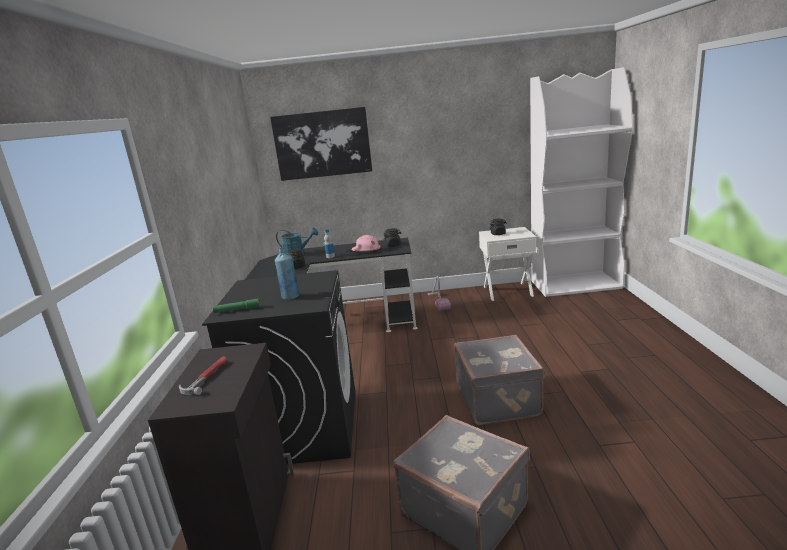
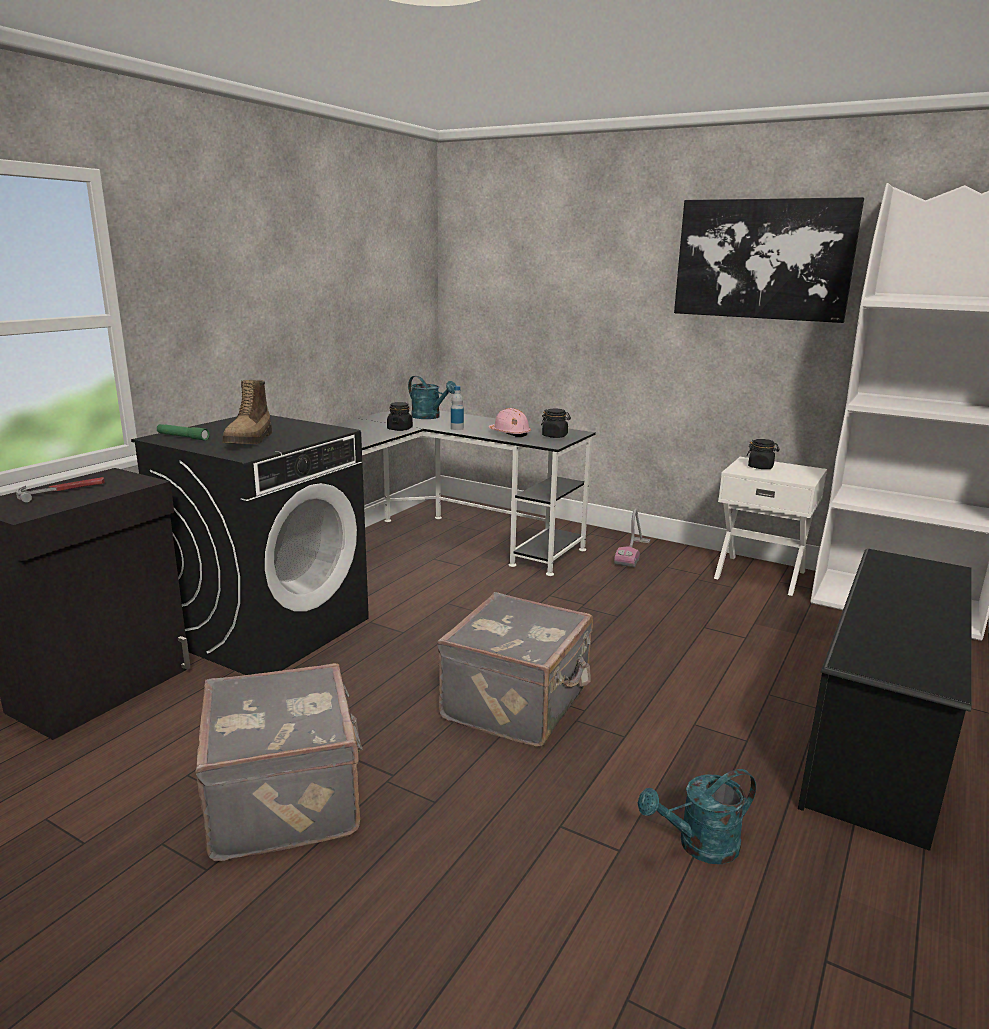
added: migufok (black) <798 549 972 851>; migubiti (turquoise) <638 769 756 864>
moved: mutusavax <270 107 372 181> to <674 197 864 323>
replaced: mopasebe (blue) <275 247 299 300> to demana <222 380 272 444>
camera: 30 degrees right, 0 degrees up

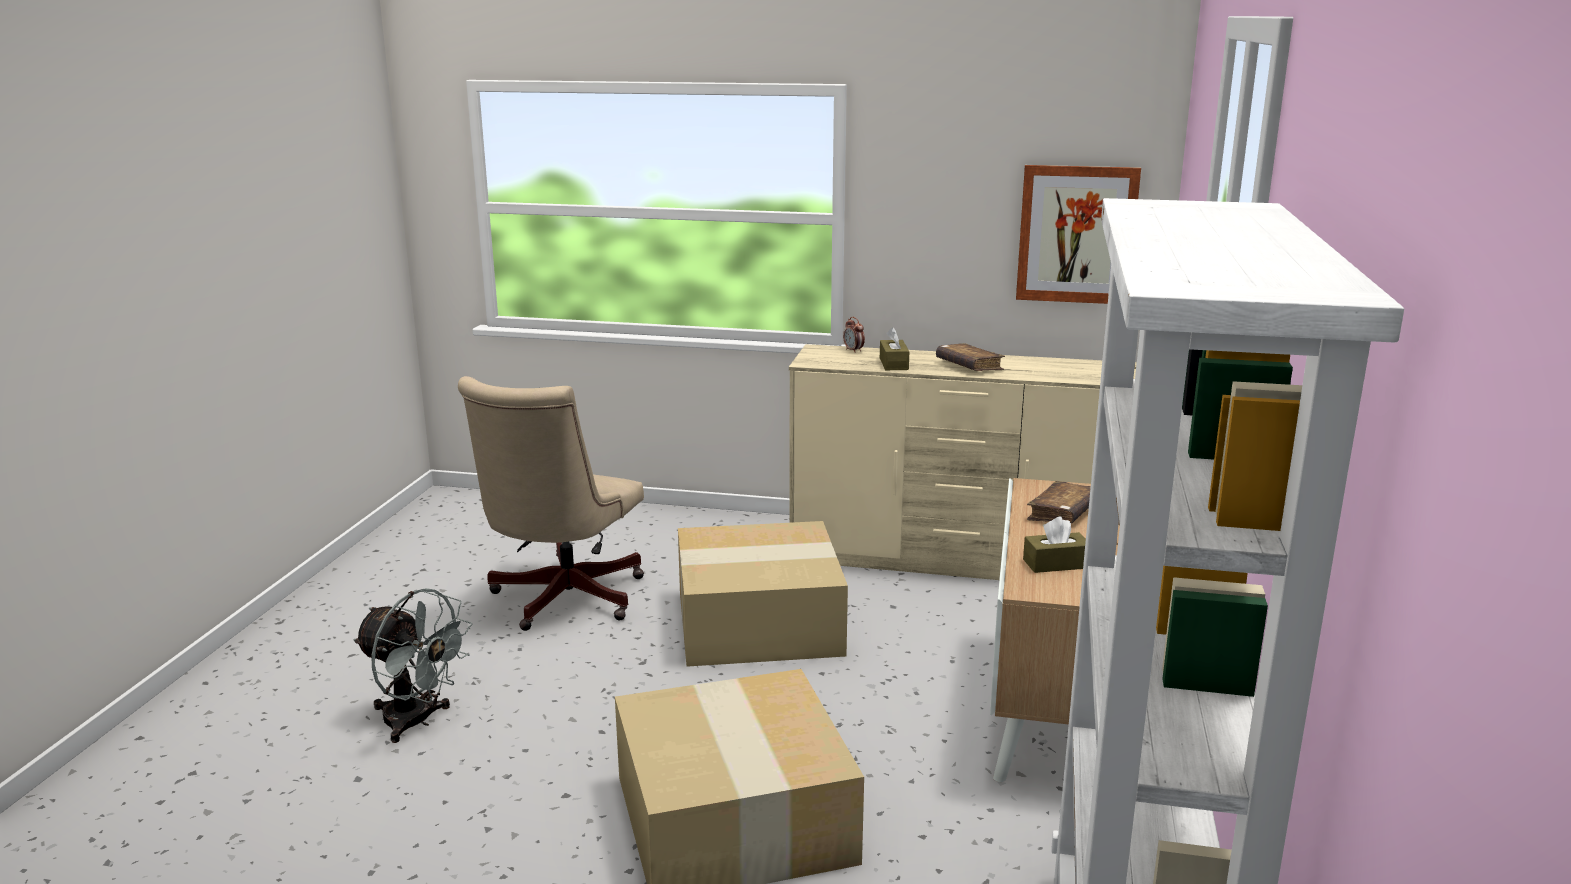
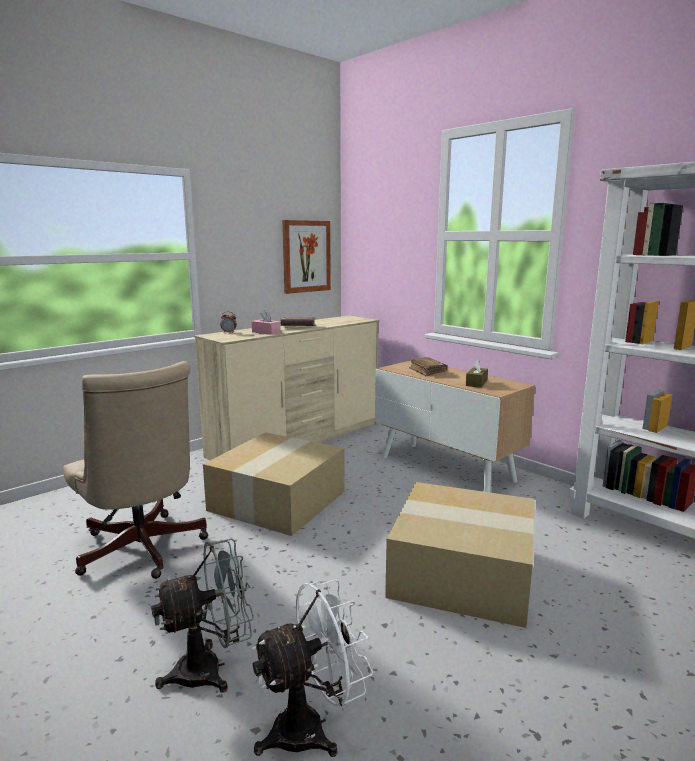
added: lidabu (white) <251 579 373 757>
recoloured: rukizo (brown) <880 327 909 370> to rukizo (pink) <252 310 281 335>
camera: 55 degrees left, 5 degrees down

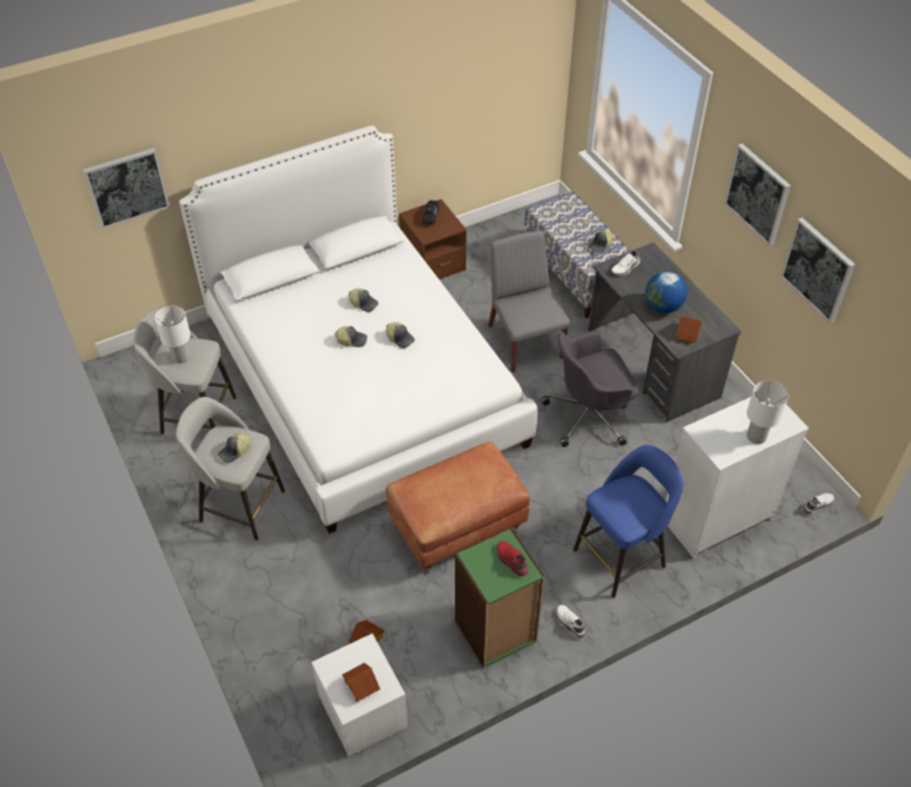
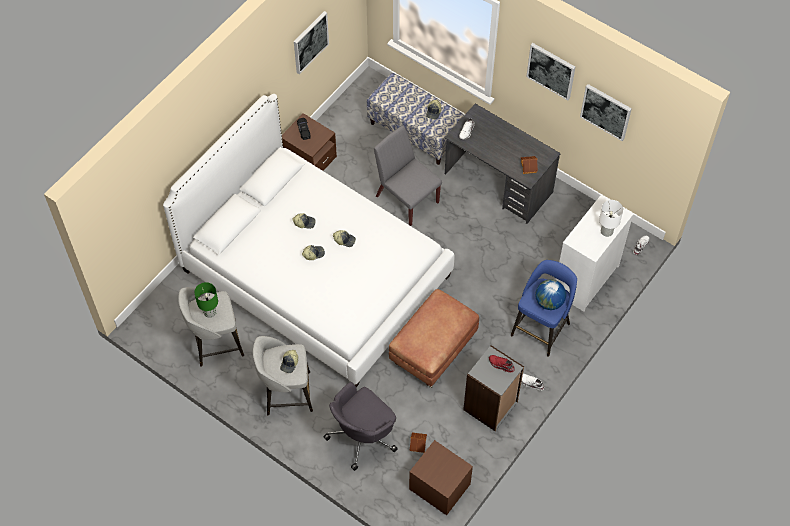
removed: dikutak <342 663 380 702>
moved: mutusavax <83 148 170 229> to <294 11 329 74>; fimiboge <645 272 687 313> to <535 280 566 310>; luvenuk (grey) <541 331 639 447> to <323 382 398 471>
recoloured: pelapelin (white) <155 306 191 363> to pelapelin (green) <194 282 218 318>; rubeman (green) <455 528 545 668> to rubeman (grey) <463 345 524 431>; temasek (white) <311 633 408 757> to temasek (brown) <409 440 473 515>
camera: 25 degrees left, 10 degrees up

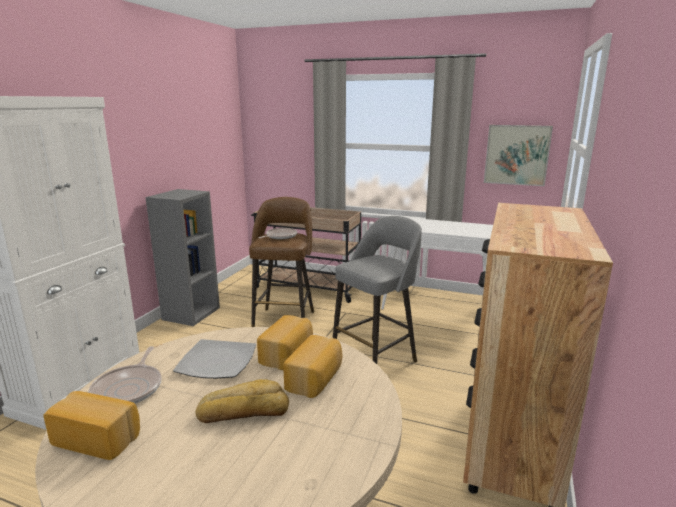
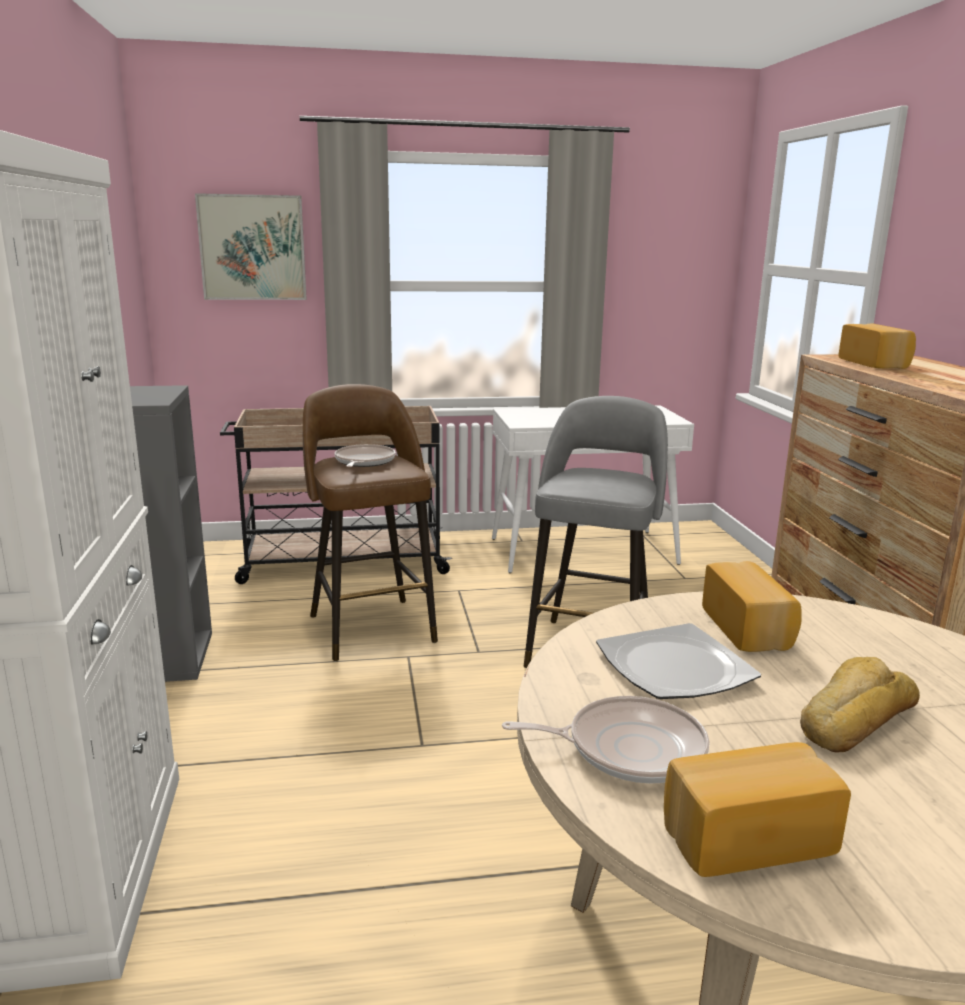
moved: mutusavax <484 125 553 186> to <195 193 307 300>; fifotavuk <283 335 343 398> to <838 323 916 369>
turned: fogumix <89 346 162 404> = <502 696 710 784> 60 degrees counterclockwise
camera: 30 degrees left, 0 degrees up

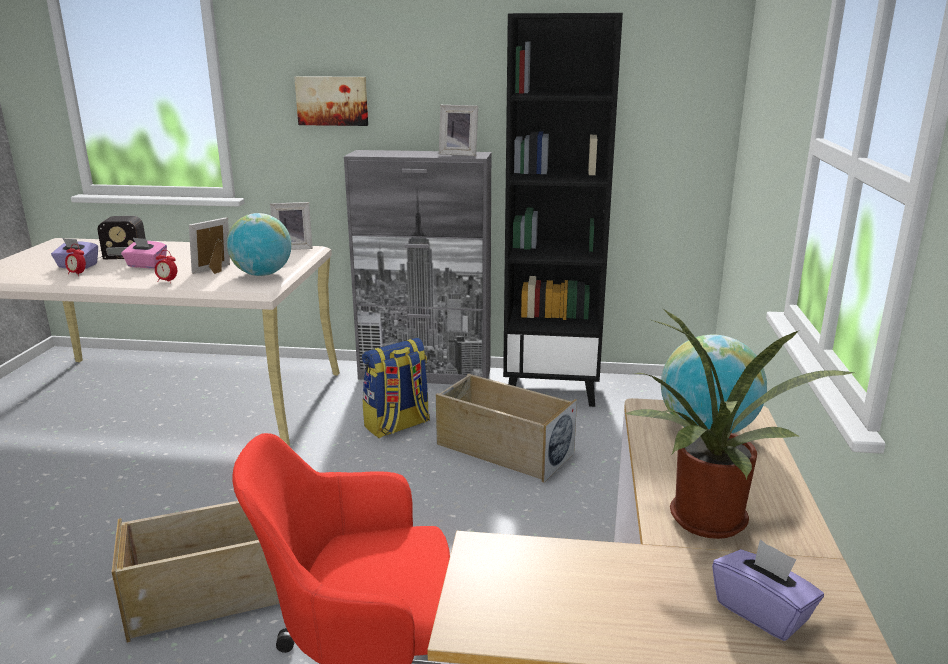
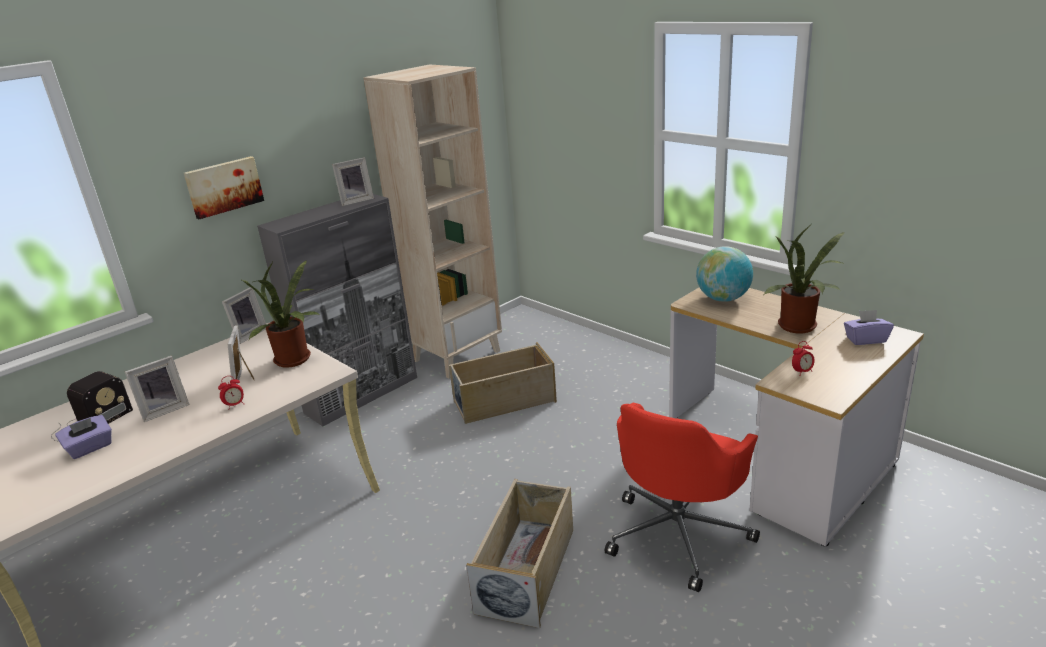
removed: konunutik <362 338 430 438>
moved: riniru <65 244 86 276> to <792 341 815 375>
replaced: fimiboge <227 213 292 276> to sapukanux <240 260 321 368>; rukizo (pink) <121 237 167 269> to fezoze <125 355 190 422>
recoloured: rubeman (black) <503 13 623 407> to rubeman (beige) <363 64 502 379>
camera: 50 degrees left, 5 degrees up

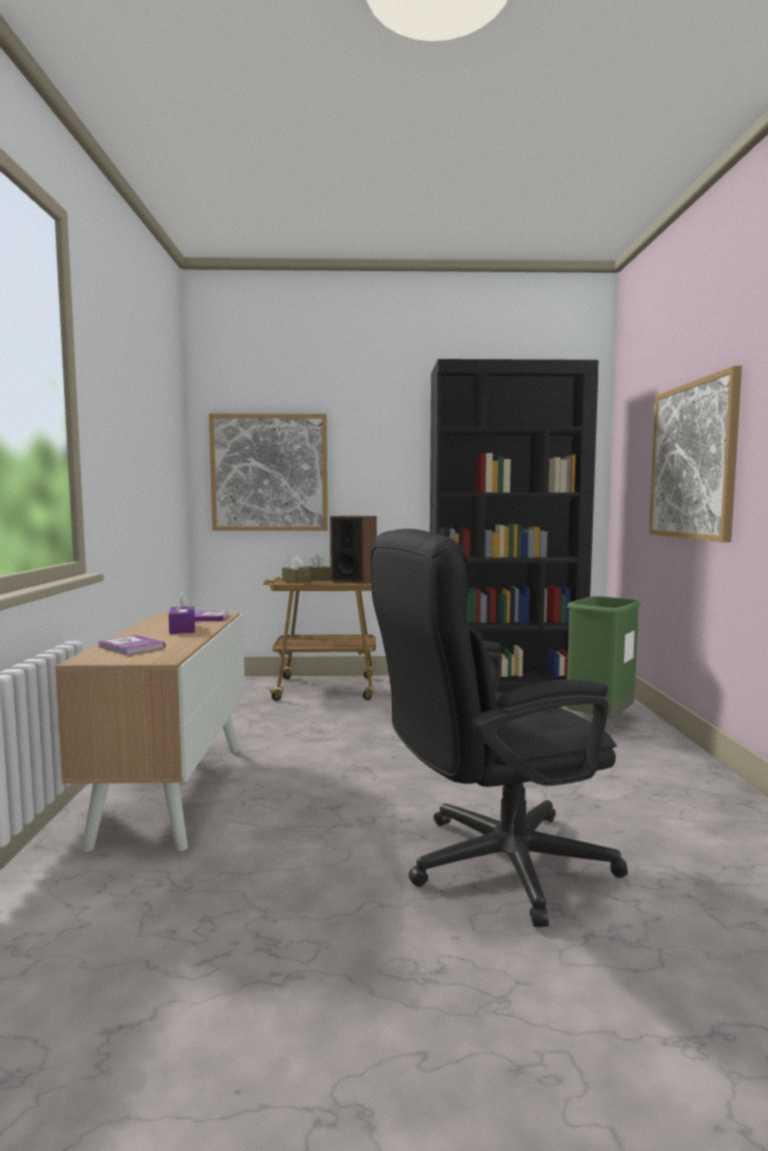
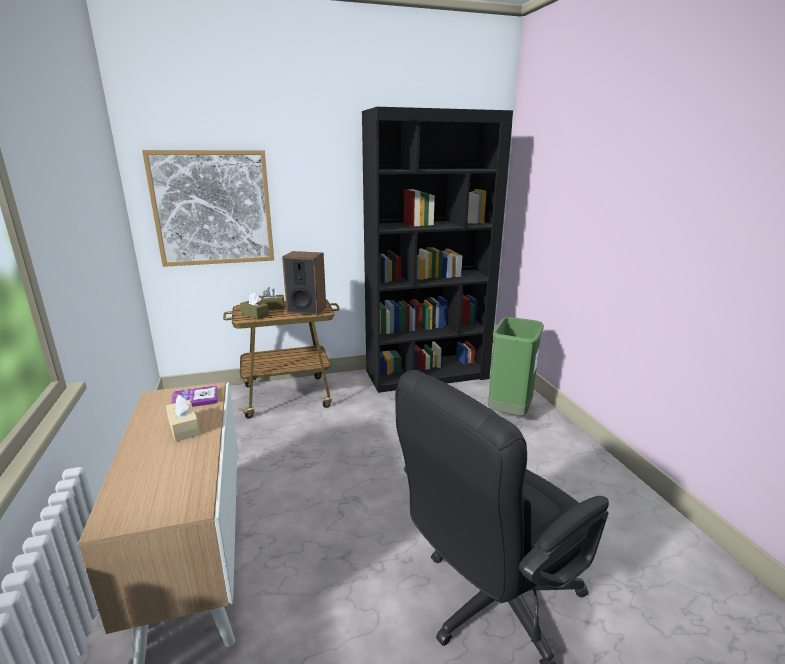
removed: mutusavax <649 366 742 542>; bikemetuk <98 635 165 655>
recoloured: rukizo (purple) <169 591 195 634> to rukizo (beige) <166 395 200 442>
camera: 15 degrees left, 15 degrees up

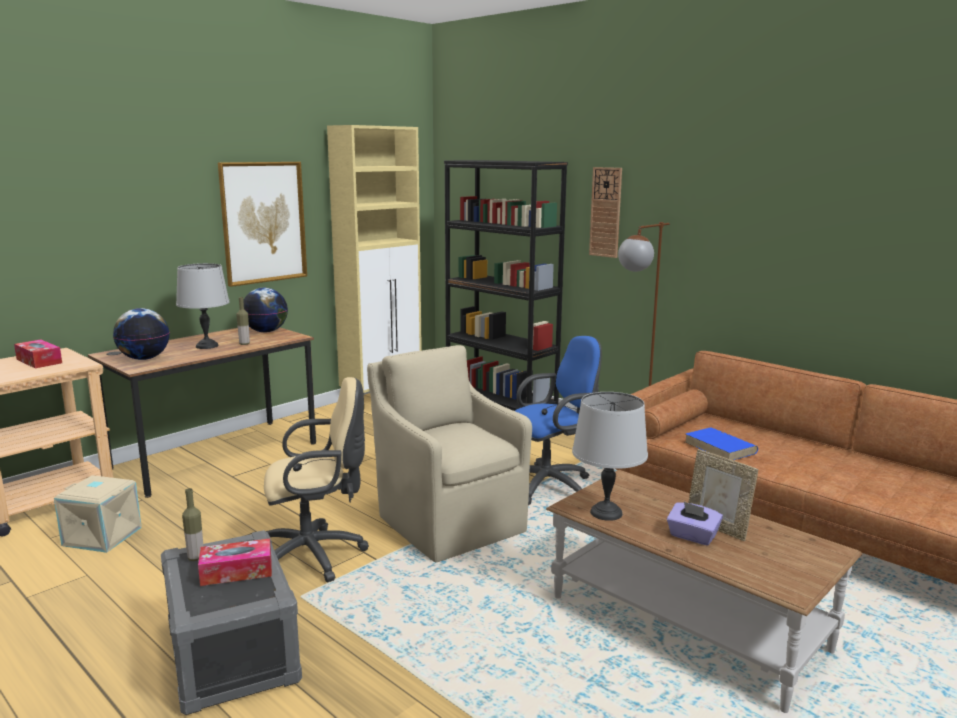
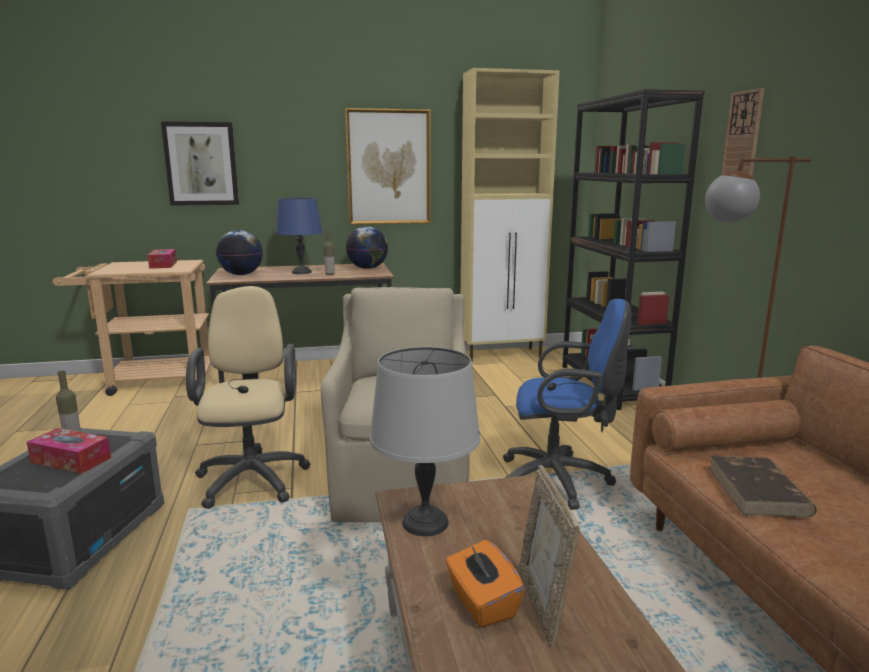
removed: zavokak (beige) <54 475 142 553>
added: mutusavax <161 122 239 206>
recoloured: pelapelin (grey) <176 263 230 349> to pelapelin (blue) <276 197 322 274>; bikemetuk (blue) <685 427 758 460> to bikemetuk (brown) <709 456 817 517>; rukizo (purple) <667 502 723 546> to rukizo (orange) <446 540 524 627>
turned: luvenuk (beige) <264 377 369 582> = <186 286 311 509> 120 degrees counterclockwise
camera: 35 degrees right, 0 degrees up

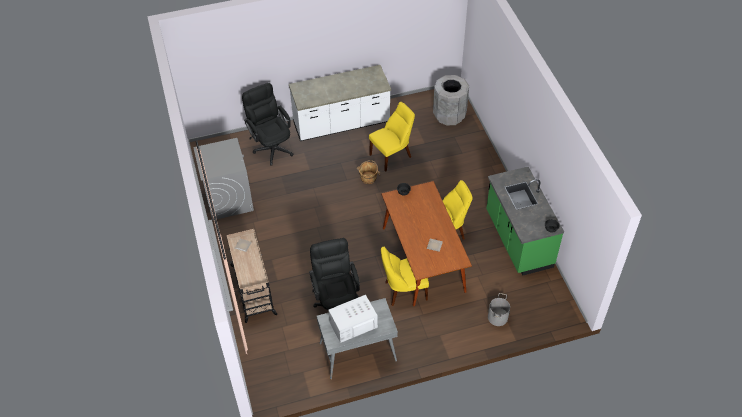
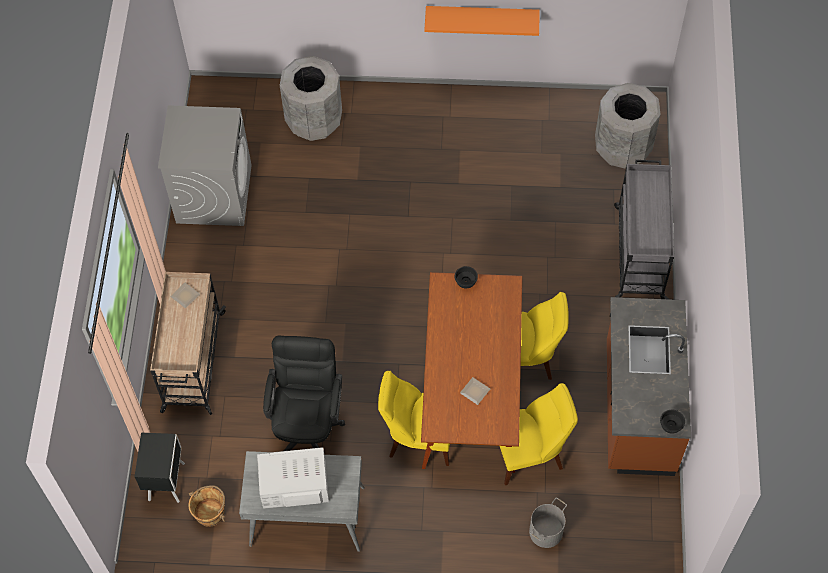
removed: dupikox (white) <289 65 391 141>
added: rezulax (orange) <424 6 540 36>; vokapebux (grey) <614 160 674 299>; temasek (black) <135 433 185 503>
moved: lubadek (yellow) <369 102 415 172> to <500 383 578 485>; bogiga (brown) <357 160 380 184> to <188 485 225 527>
replaced: luvenuk (black) <242 83 294 165> to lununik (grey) <280 56 342 141>
recoloured: dupikox (green) <486 167 564 276> to dupikox (brown) <607 297 691 476>
camera: 20 degrees right, 10 degrees up

